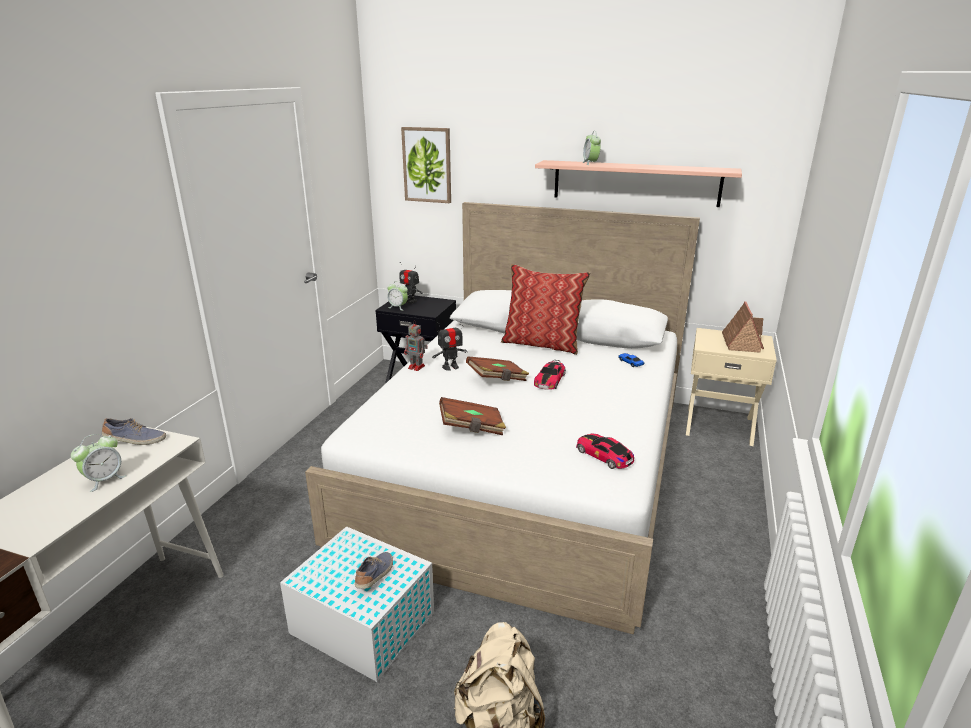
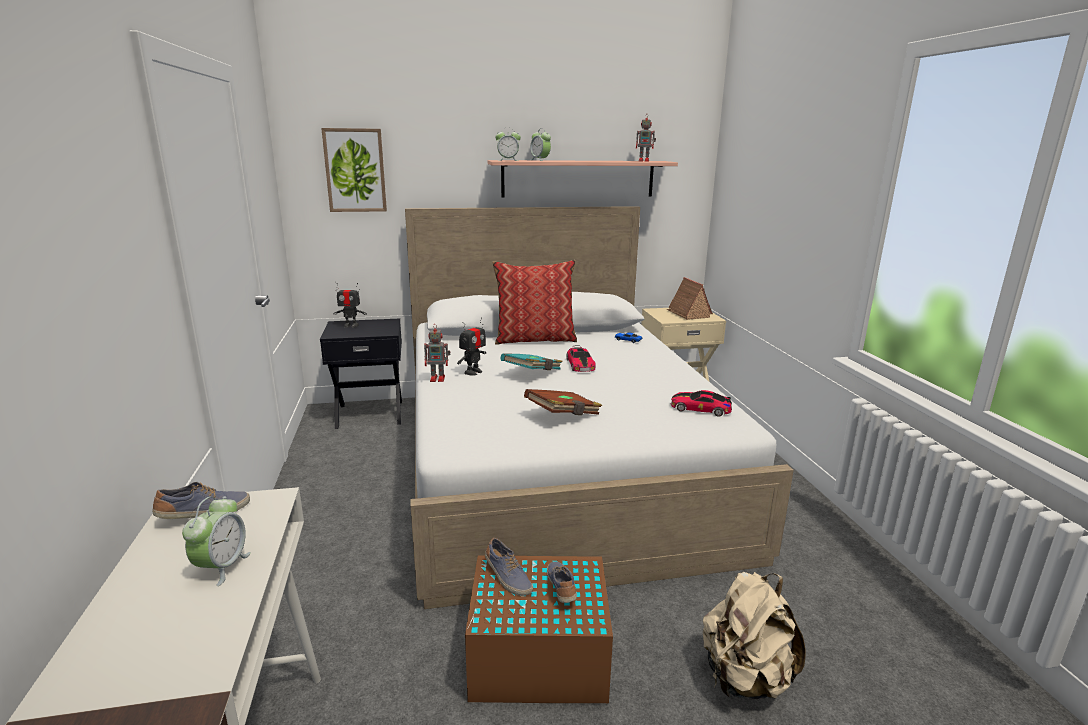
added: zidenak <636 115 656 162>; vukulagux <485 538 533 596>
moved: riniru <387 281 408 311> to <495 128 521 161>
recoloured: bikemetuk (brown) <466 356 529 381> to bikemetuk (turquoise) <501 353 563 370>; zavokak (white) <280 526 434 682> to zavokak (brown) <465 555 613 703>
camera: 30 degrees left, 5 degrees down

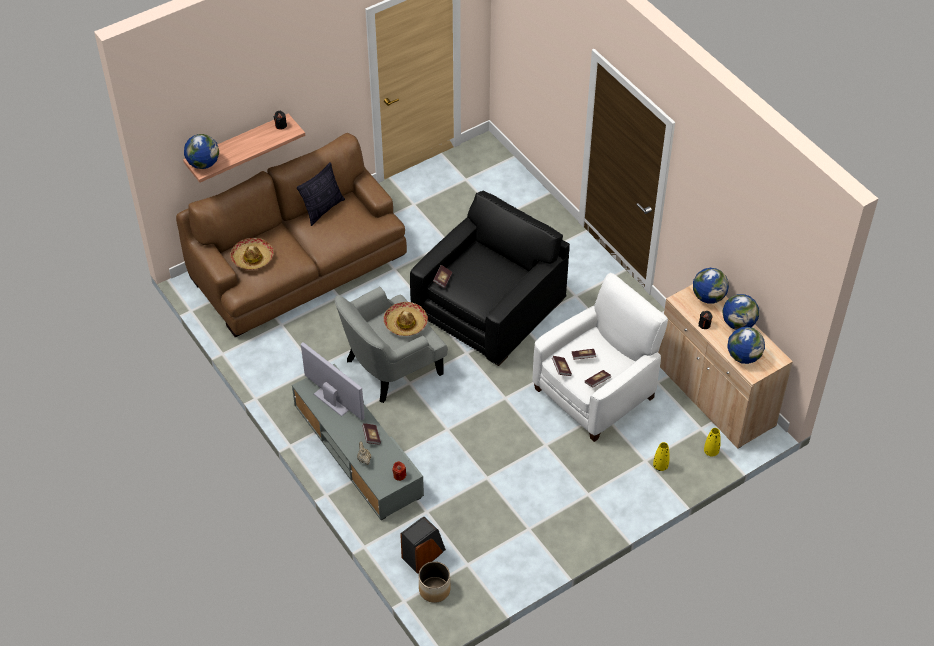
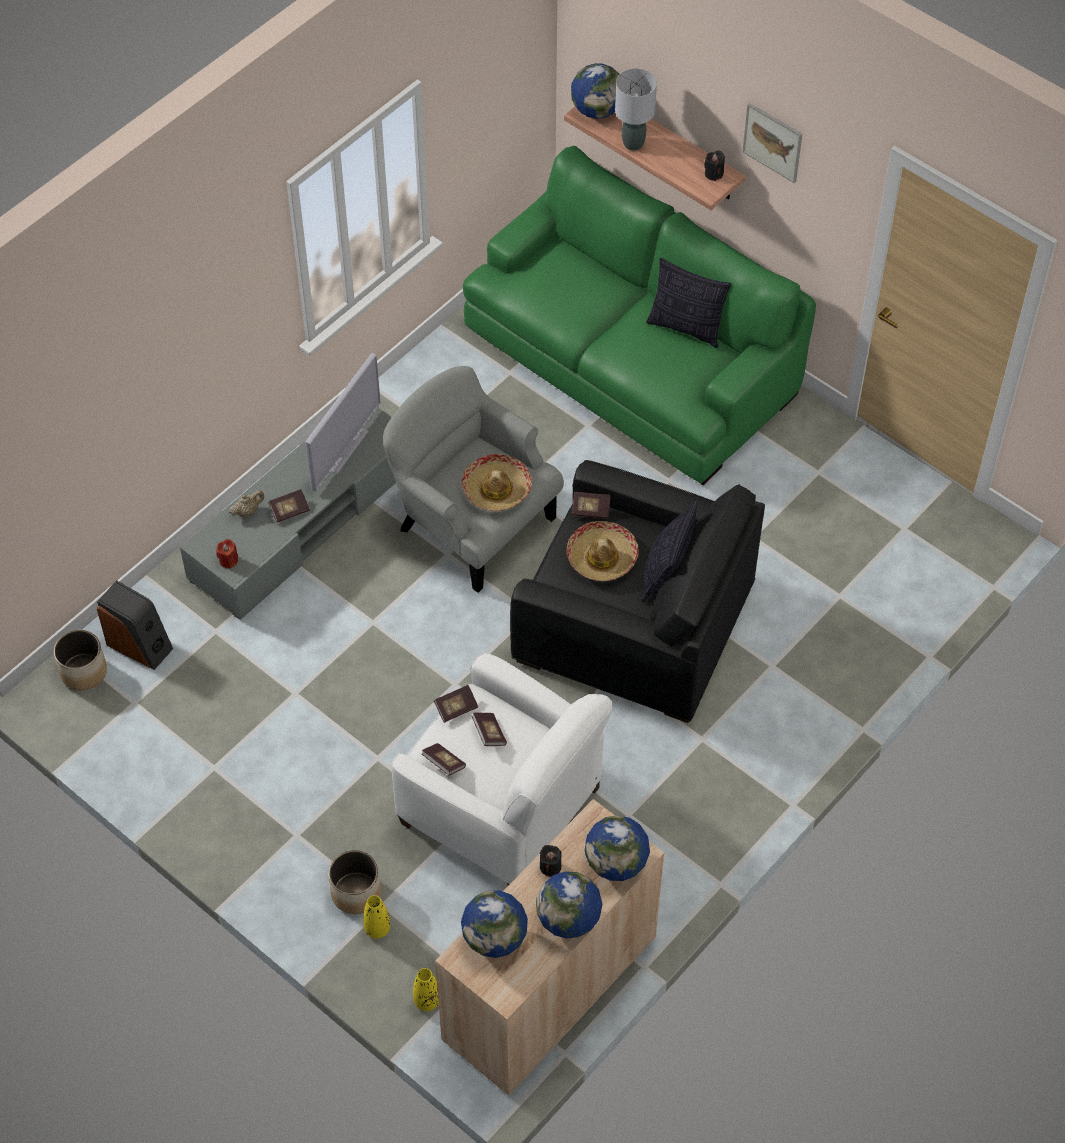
added: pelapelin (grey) <615 68 657 151>; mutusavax <742 103 802 183>; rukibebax <641 500 698 602>; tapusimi <329 850 381 914>
moved: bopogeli <230 238 274 270> to <567 521 639 581>
recoloured: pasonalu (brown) <176 133 407 337> to pasonalu (green) <463 146 816 485>
camera: 75 degrees right, 5 degrees up

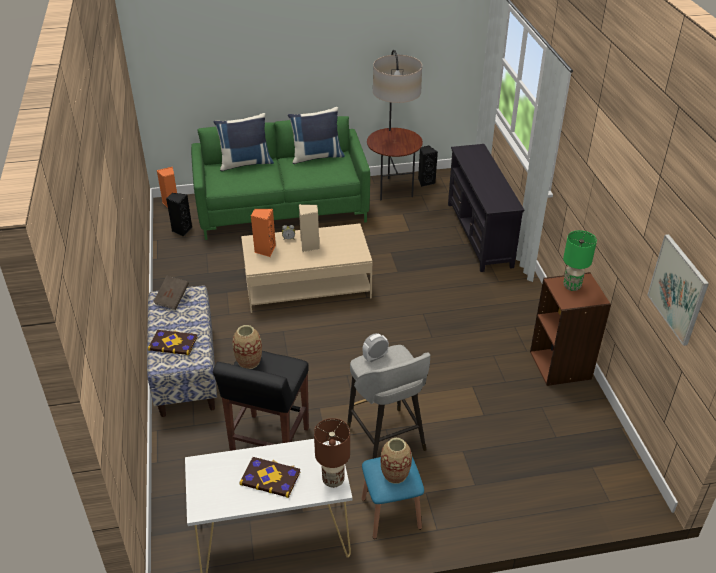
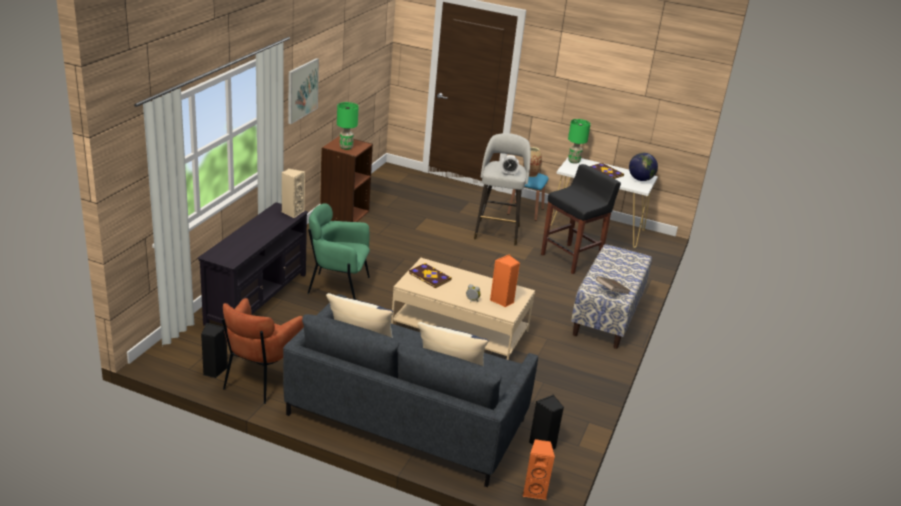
removed: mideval <232 325 262 369>
added: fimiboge <629 153 658 181>; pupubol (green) <307 203 370 300>
moved: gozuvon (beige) <299 204 320 252> to <281 168 305 218>; mutusavax <647 234 709 346> to <288 58 319 124>; bikemetuk <148 330 197 355> to <409 263 452 288>
replaced: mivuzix <367 50 423 200> to pupubol (brown) <222 298 304 404>
recoloured: pasonalu (green) <191 116 370 240> to pasonalu (grey) <283 294 538 487>; pelapelin (brown) <314 418 350 488> to pelapelin (green) <568 119 591 164>
camera: 150 degrees left, 10 degrees down

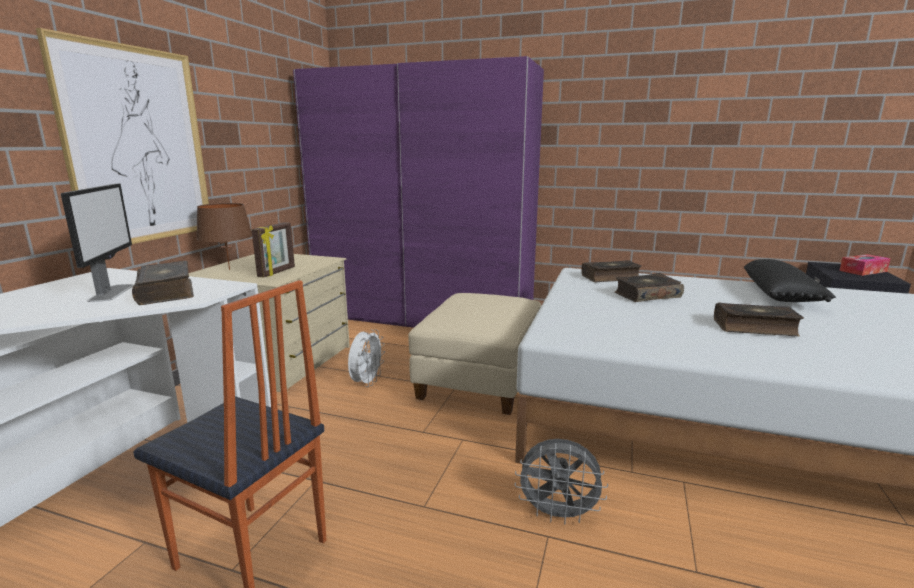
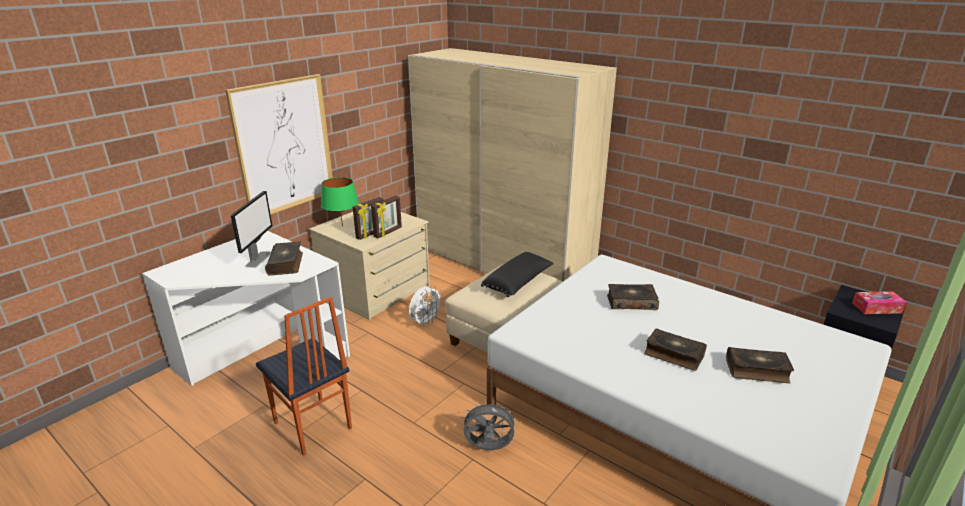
added: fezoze <371 195 402 238>
moved: rukibebax (black) <744 259 836 302> to <481 252 554 297>; bikemetuk <581 260 642 282> to <726 347 794 383>
recoloured: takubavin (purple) <293 56 544 328> to takubavin (beige) <408 48 617 281>; pelapelin (brown) <196 203 252 270> to pelapelin (green) <321 177 359 226>
turned: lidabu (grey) <515 439 608 525> = <461 400 518 450> 150 degrees clockwise
camera: 20 degrees right, 10 degrees up

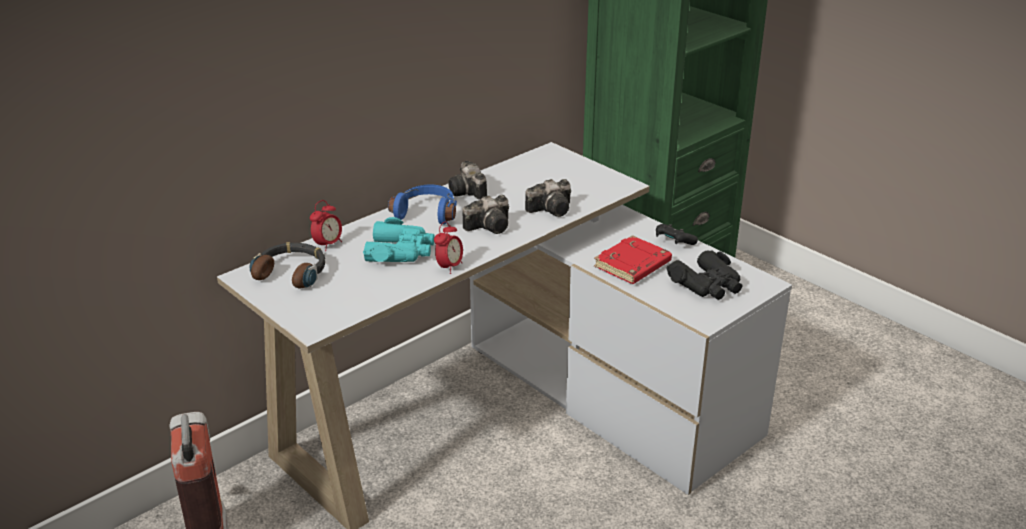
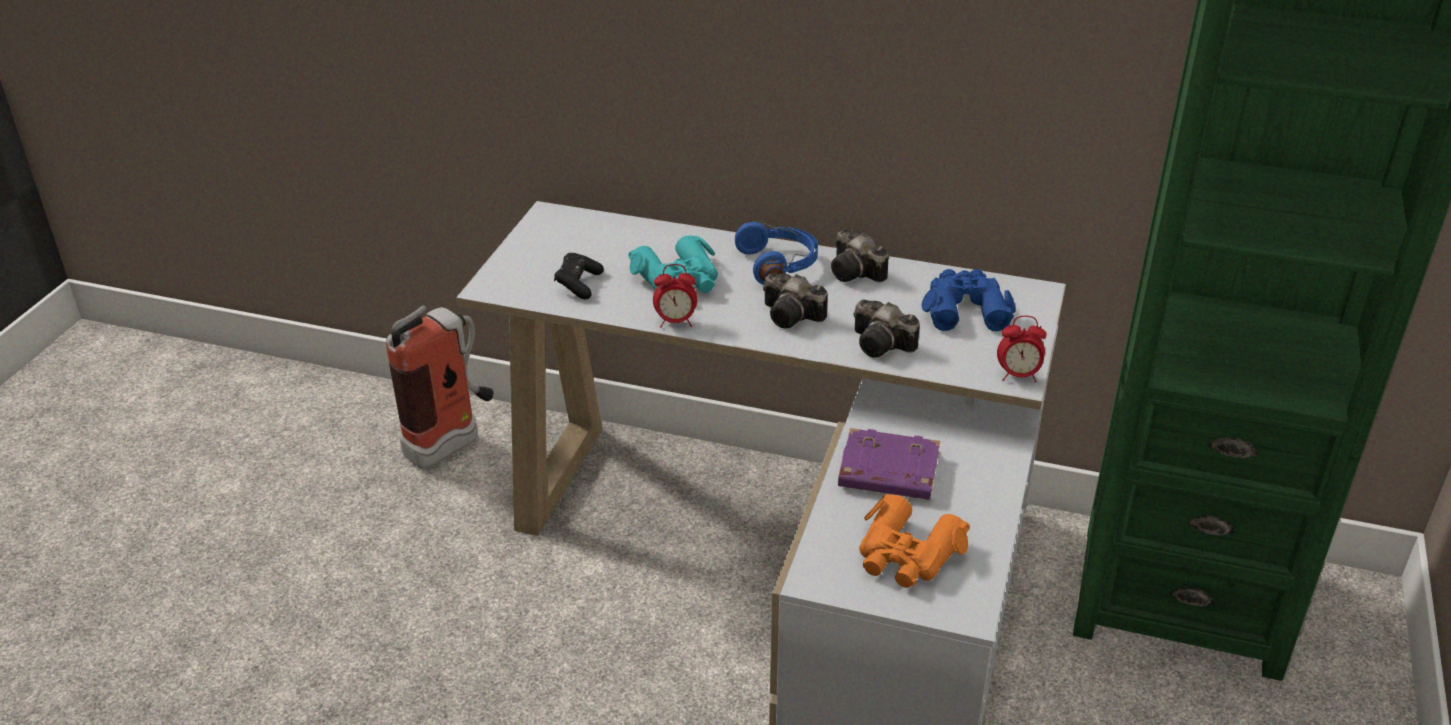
removed: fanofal <250 242 325 289>
added: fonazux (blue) <921 269 1016 331>
moved: riniru <310 200 342 251> to <997 316 1047 382>; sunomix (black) <656 224 698 245> to <554 253 604 299>
recoloured: bikemetuk (red) <594 235 672 284> to bikemetuk (purple) <838 428 940 500>; fonazux (black) <667 250 743 300> to fonazux (orange) <859 494 970 588>
turned: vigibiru <448 161 487 200> = <831 229 889 282> 75 degrees counterclockwise
camera: 60 degrees right, 5 degrees up

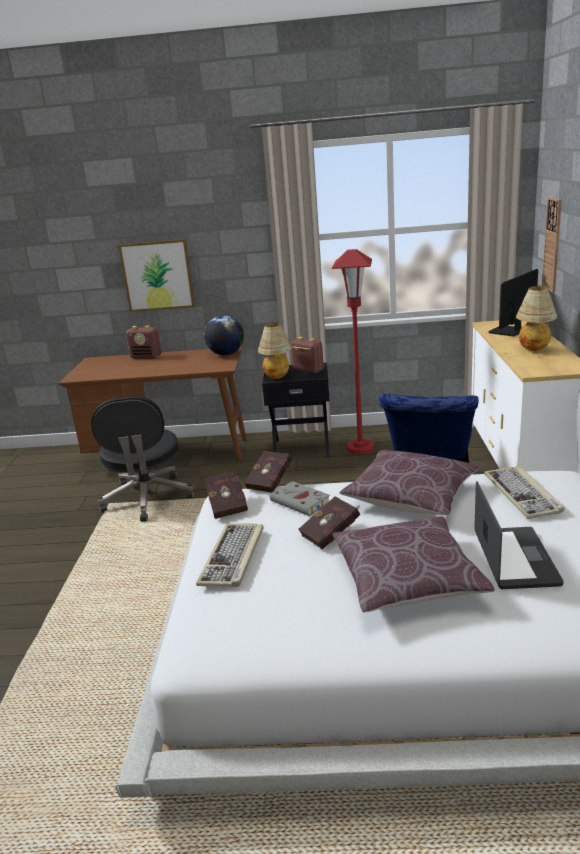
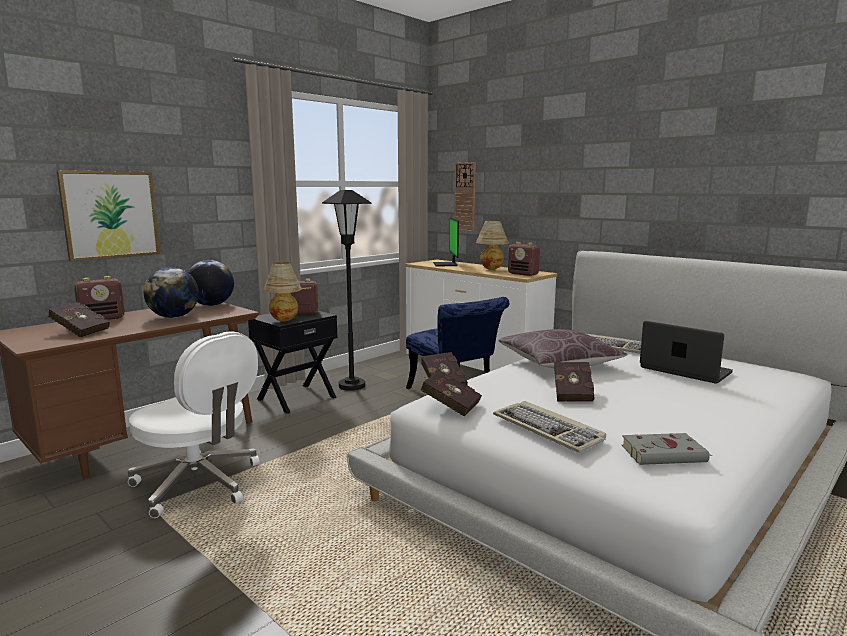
removed: rukibebax (brown) <332 516 495 612>
added: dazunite <508 242 540 276>; fimiboge <144 267 199 318>; bikemetuk (red) <48 302 110 337>
moved: bikemetuk (grey) <270 481 330 516> to <621 433 713 465>
recoloured: mivuzix (red) <332 249 374 455> to mivuzix (black) <322 190 372 391>; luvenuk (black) <91 396 195 522> to luvenuk (white) <128 331 260 518>
camera: 50 degrees left, 10 degrees down

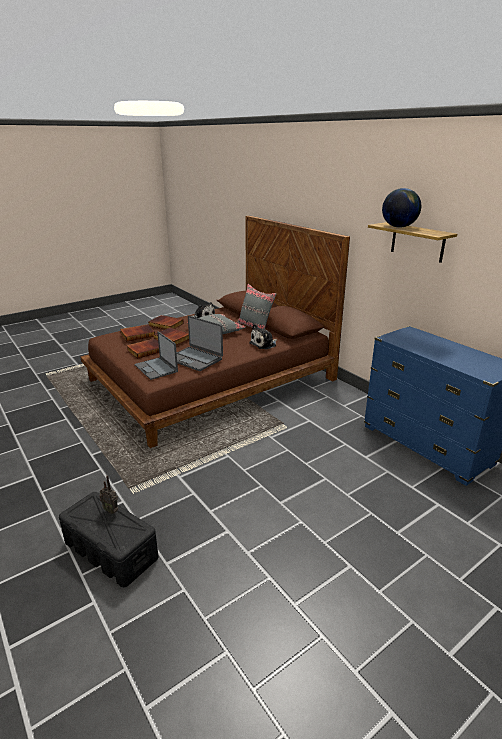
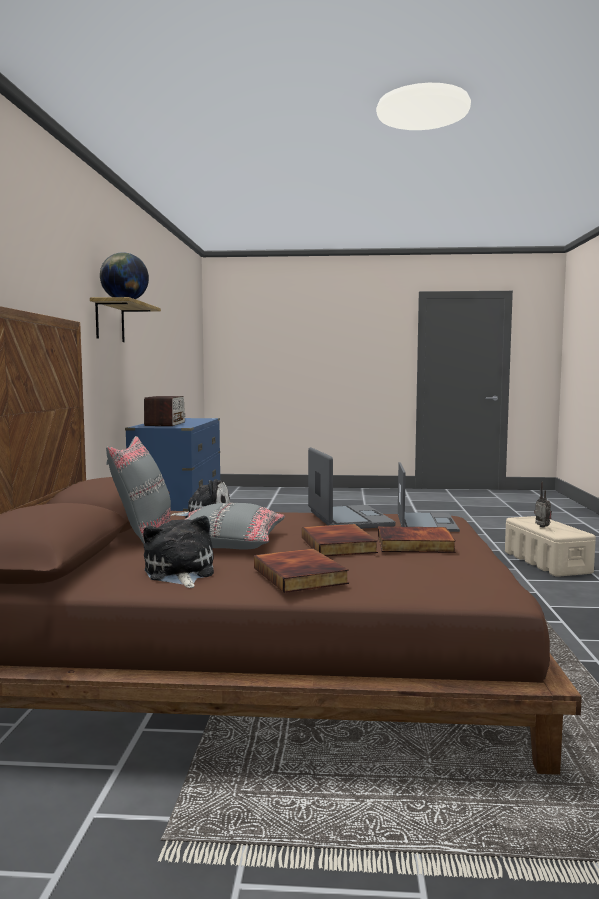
removed: bikemetuk <120 324 155 342>
added: dazunite <144 396 186 426>
recoloured: zavokak (black) <59 492 159 587> to zavokak (beige) <505 516 596 577>
camera: 140 degrees left, 20 degrees down

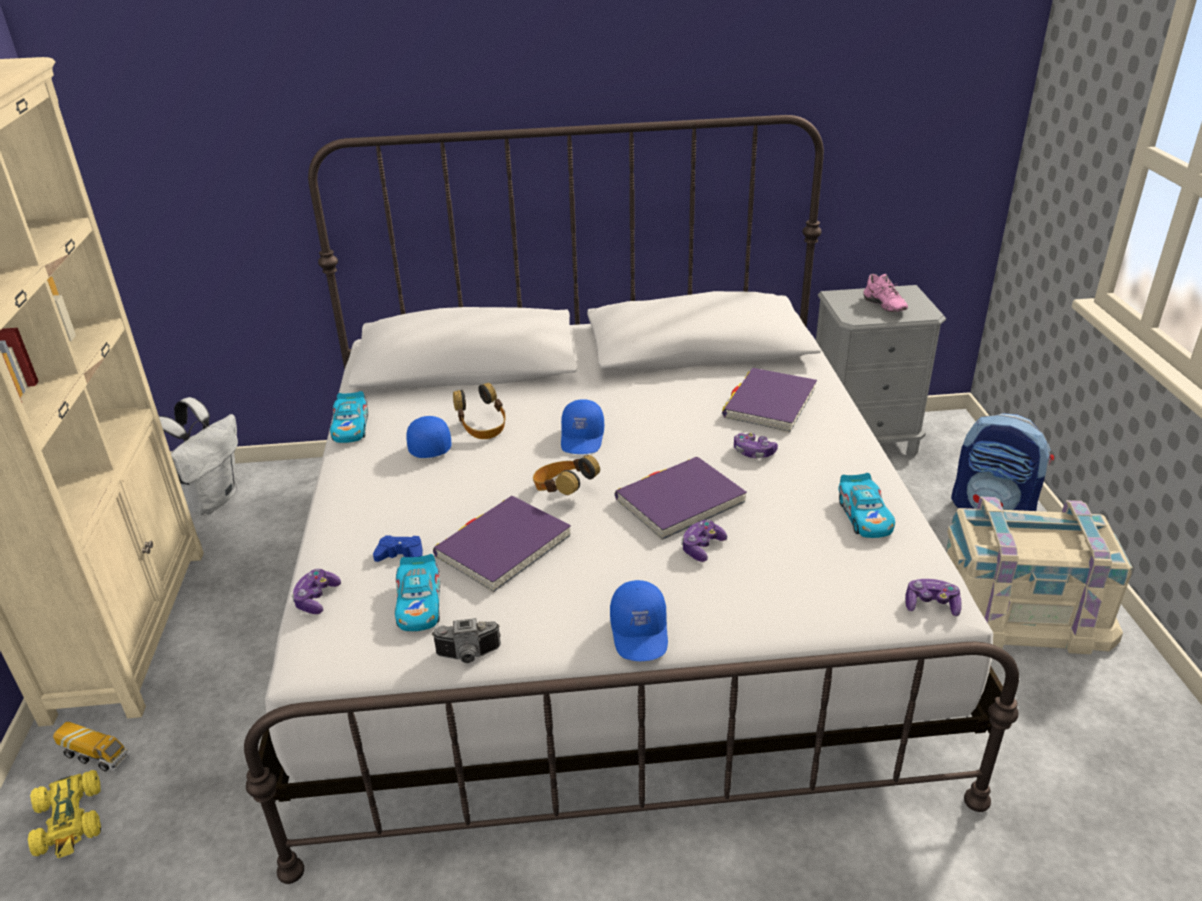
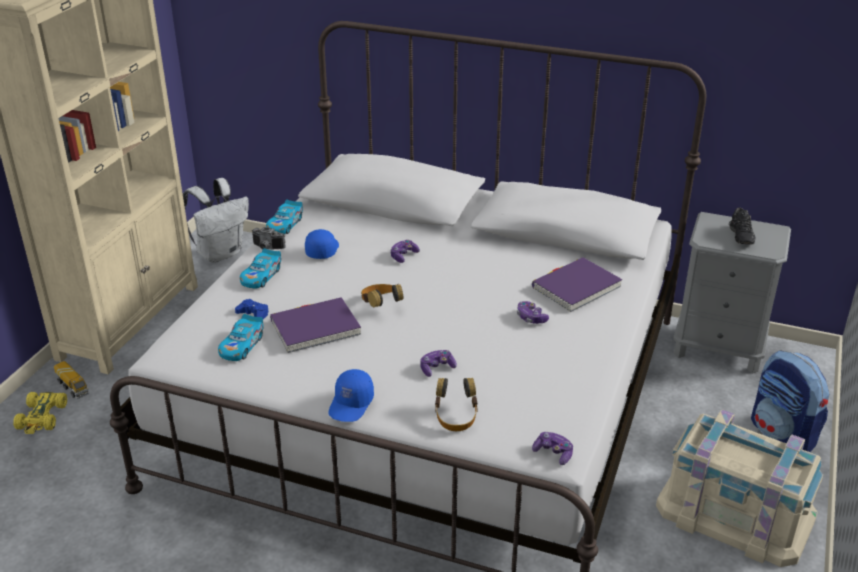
removed: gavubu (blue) <561 399 604 454>; bikemetuk (purple) <615 457 747 540>
moved: fanofal <453 383 506 439> to <435 378 478 431>; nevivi <838 473 895 538> to <240 248 281 288>; sunomix <292 569 341 614> to <390 240 420 263>; vigibiru <431 618 501 663> to <252 227 286 249>
recoloured: vukulagux (pink) <863 274 908 312> to vukulagux (black) <729 207 756 244>
camera: 25 degrees right, 0 degrees up

